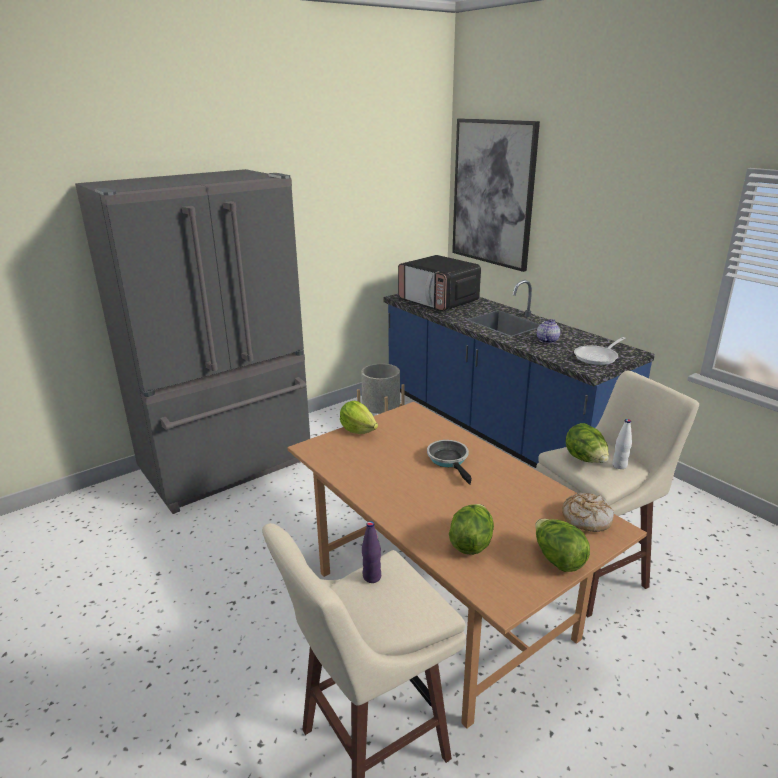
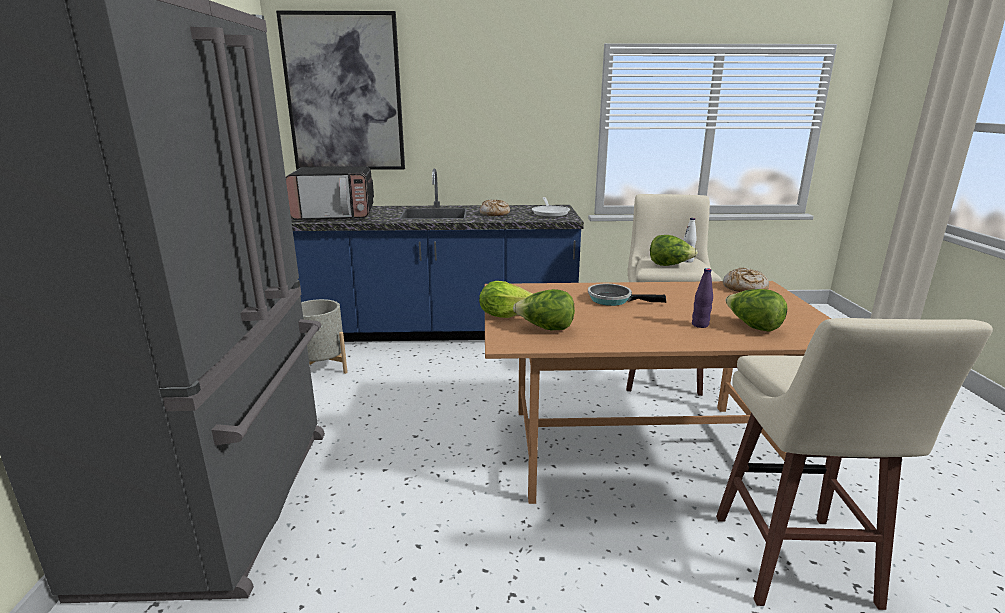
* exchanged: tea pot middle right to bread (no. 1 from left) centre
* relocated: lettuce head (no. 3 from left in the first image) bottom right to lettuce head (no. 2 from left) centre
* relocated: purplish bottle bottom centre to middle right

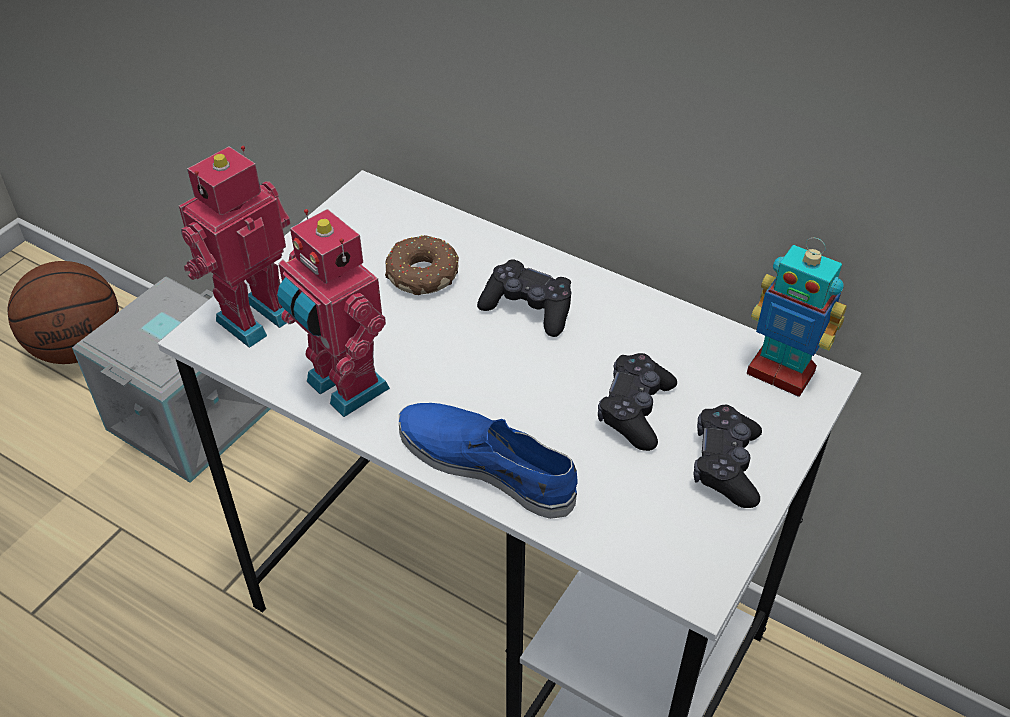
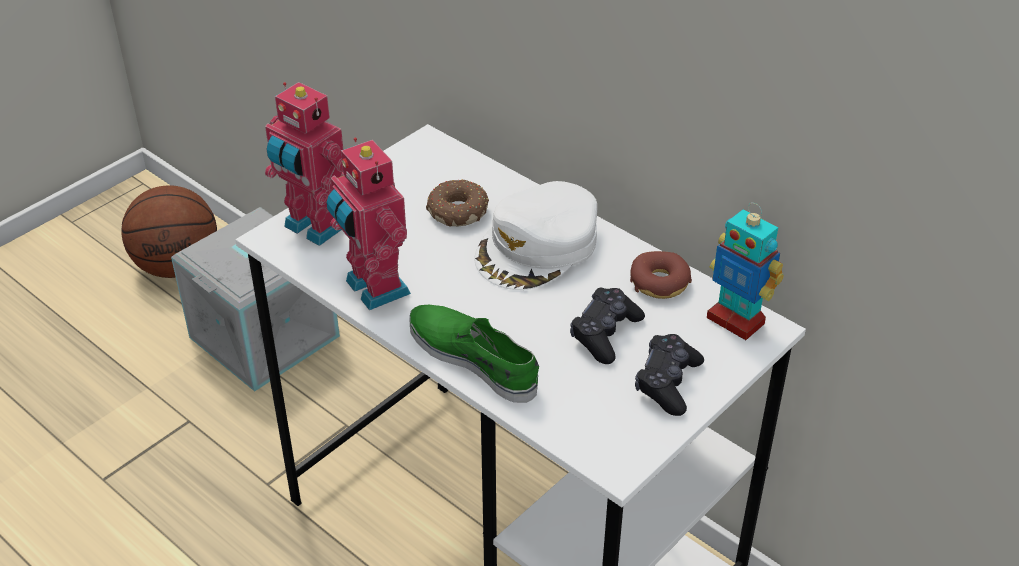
* spun: toy robot (no. 1 from left) middle left = top left 105 degrees counterclockwise
* colour: blue-coloured low shoe centre to green-coloured low shoe centre
* exchanged: blackish joypad (no. 1 from left) centre to white cap centre
* appeared: doughnut (no. 2 from left) centre

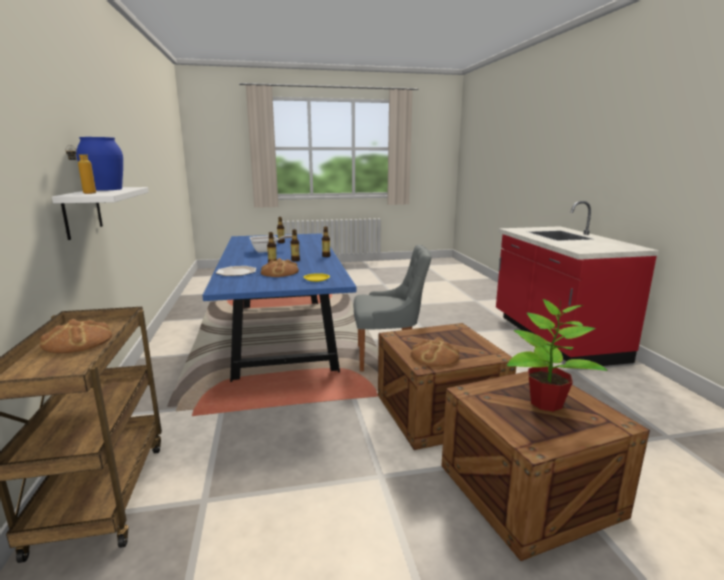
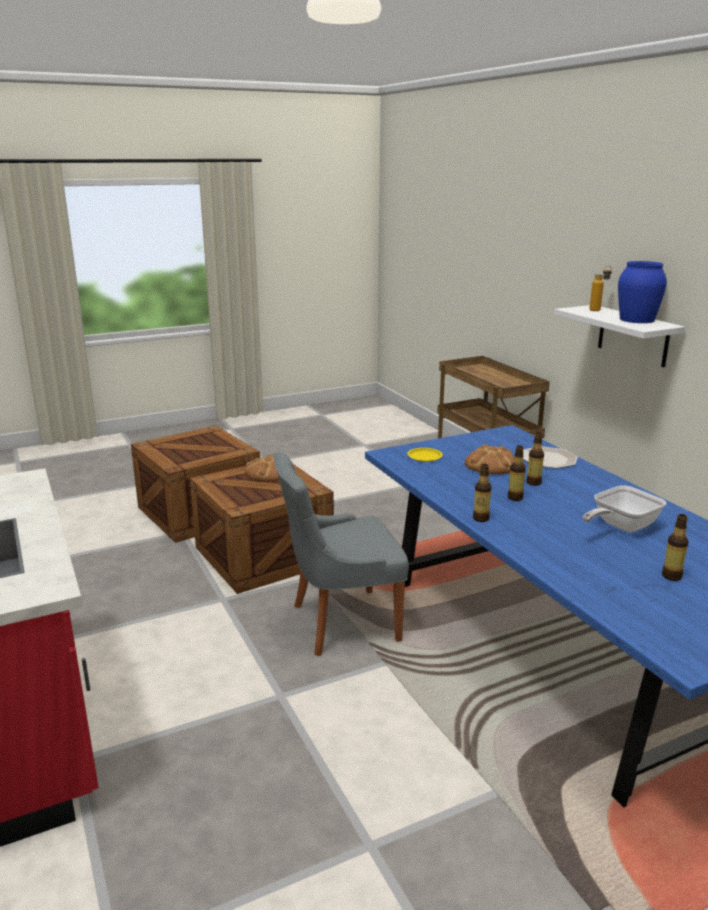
* missing: bread (no. 1 from left) middle left
* missing: plant in a pot middle right

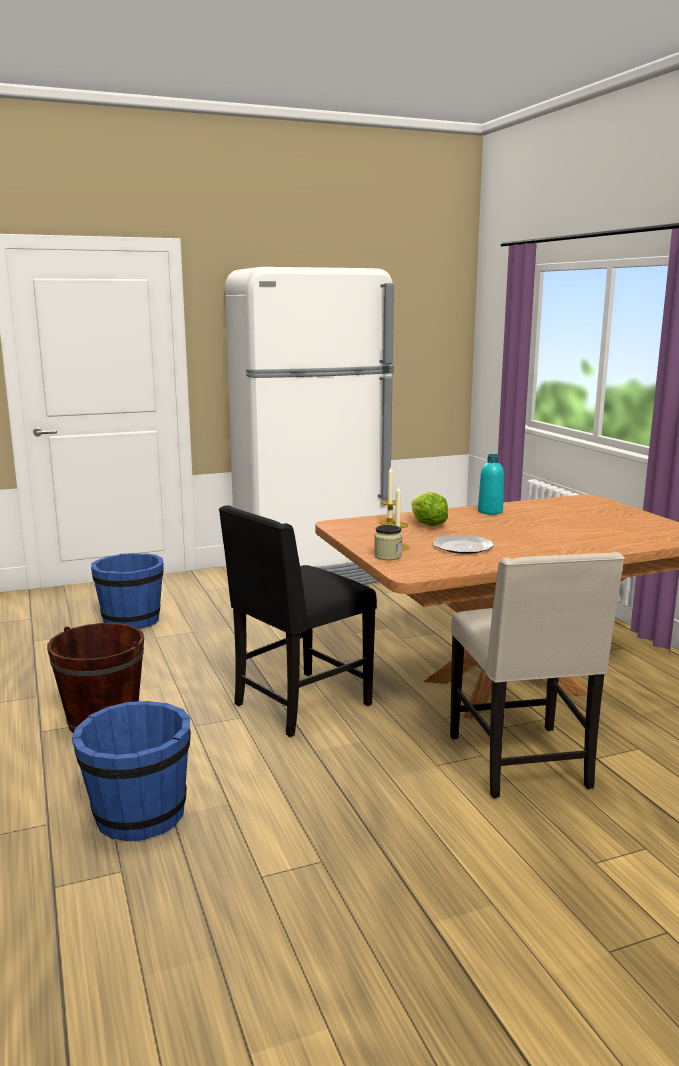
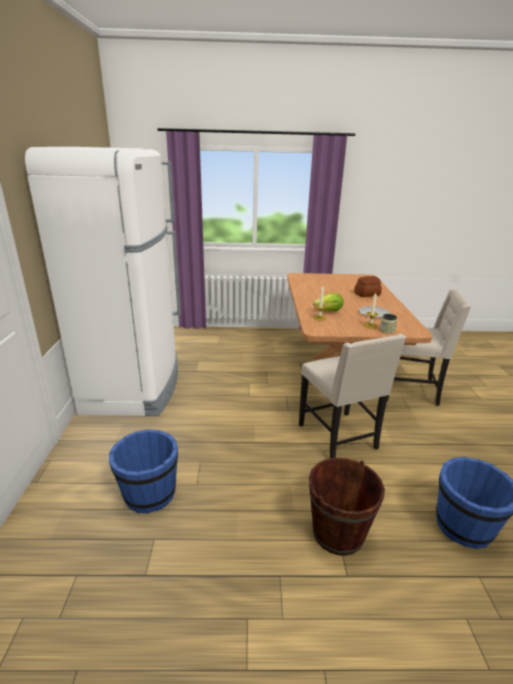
* colour: blackish upright chair centre to sand-coloured upright chair (no. 1 from left) middle right
* appeared: bread middle right
* missing: turquoise bottle middle right

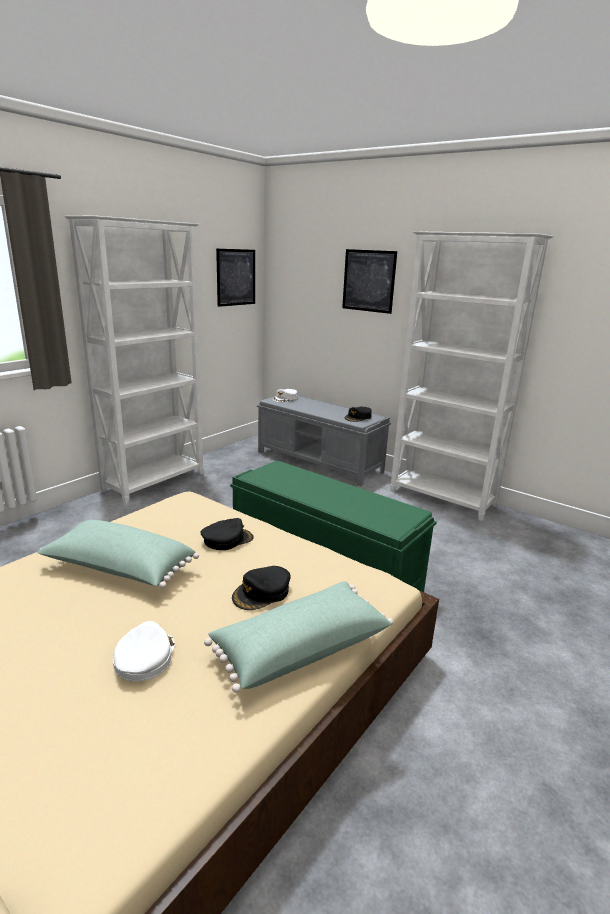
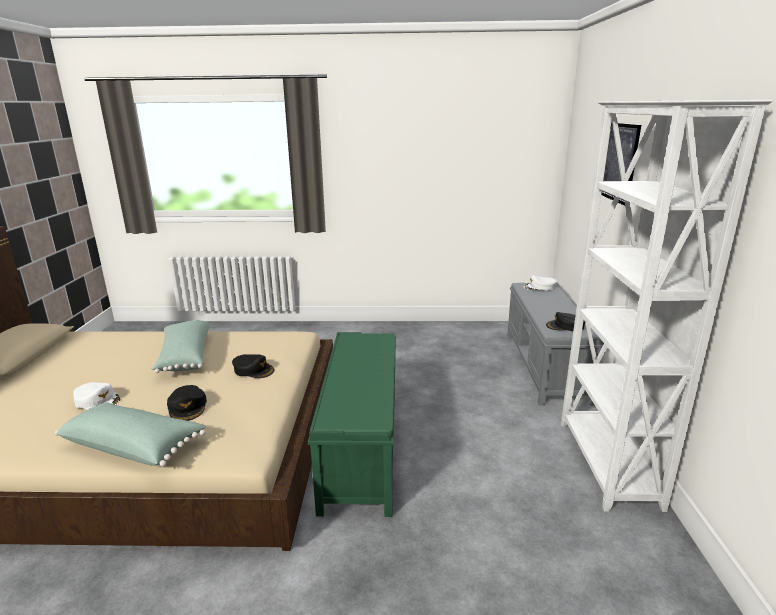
* spun: white cap (no. 1 from left) bottom left = middle left 60 degrees clockwise
* spun: blackish cap (no. 2 from left in the first image) centre = middle left 120 degrees counterclockwise
* missing: white bookshelf (no. 1 from left) middle left
* missing: wall picture (no. 1 from left) top centre

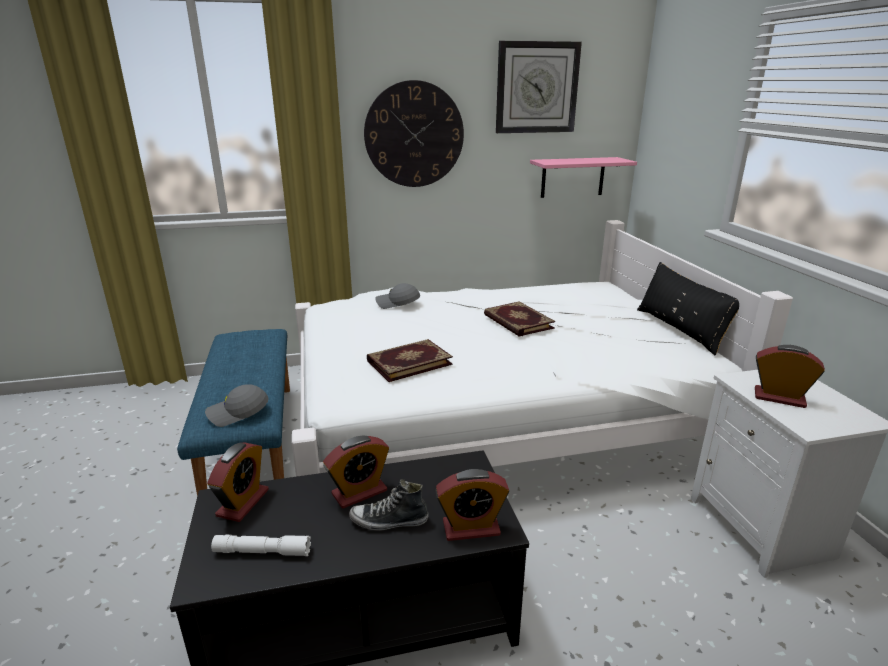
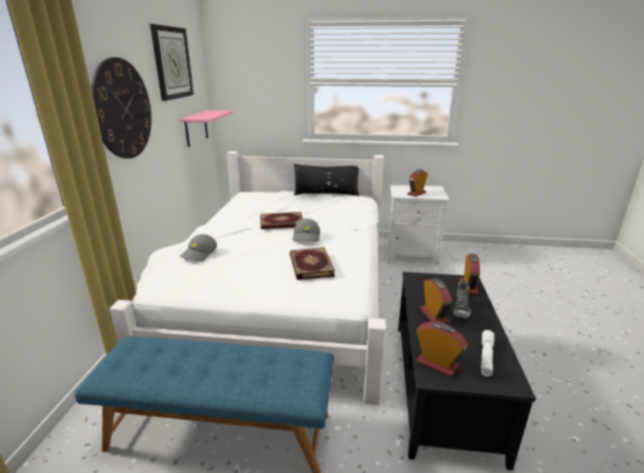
* relocated: gray cap (no. 1 from left in the first image) middle left to gray cap (no. 2 from left) centre

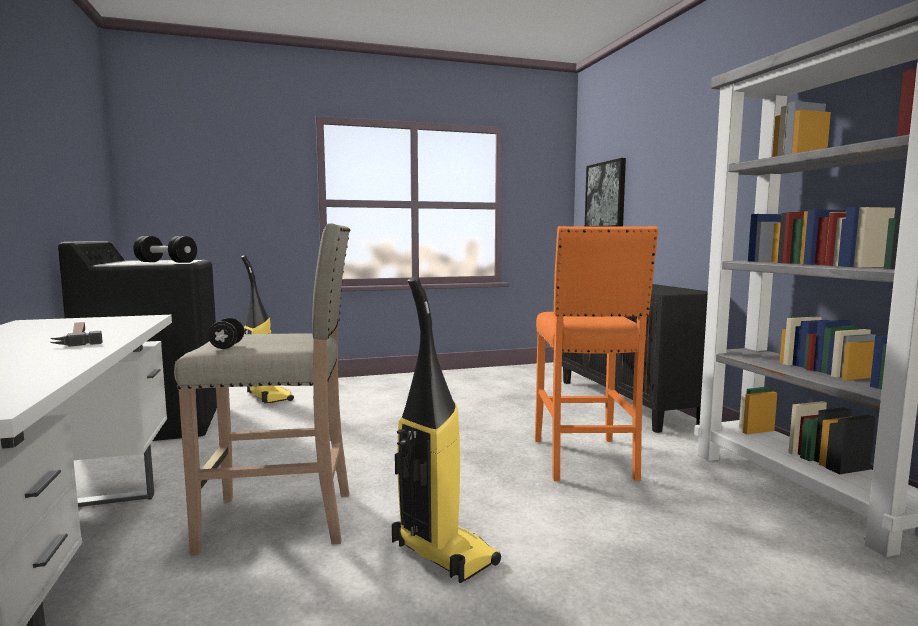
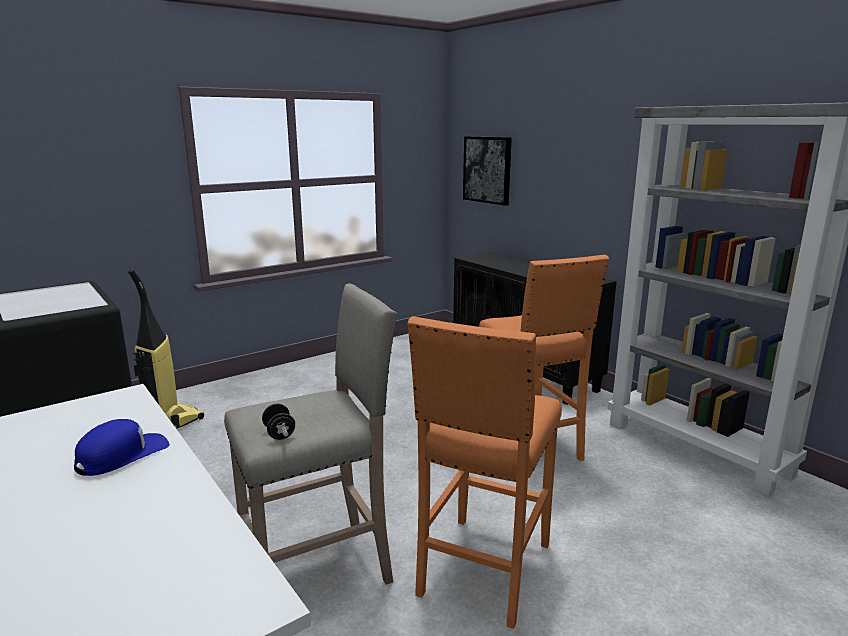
* exchanged: hand hammer middle left to blue-coloured cap bottom left
* exchanged: vacuum (no. 2 from left) bottom centre to orange stool (no. 1 from left) bottom centre
* missing: blackish hand weight (no. 1 from left) middle left

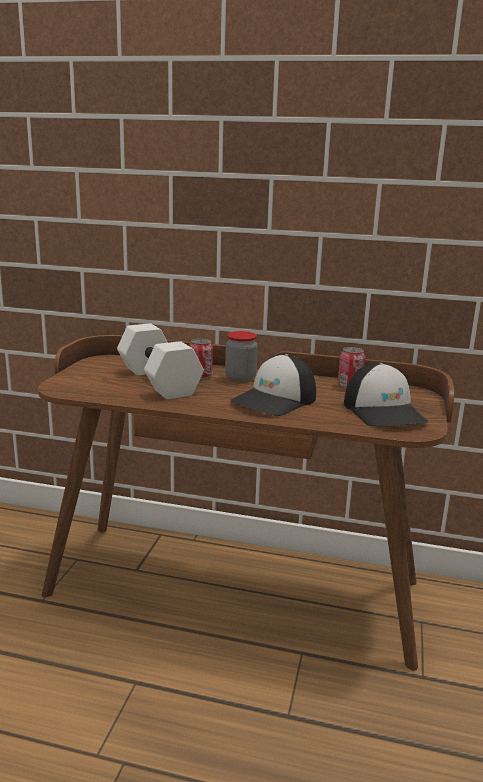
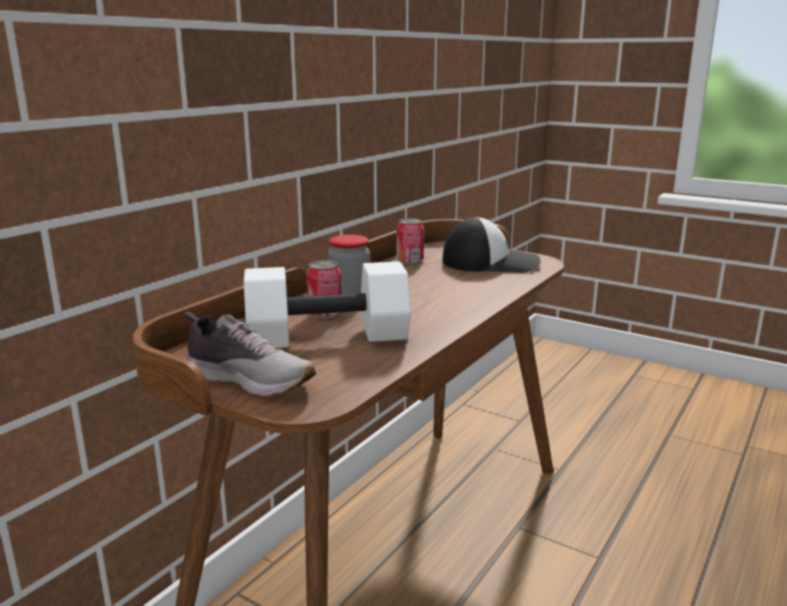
* appeared: low shoe middle left
* missing: cap (no. 1 from left) centre

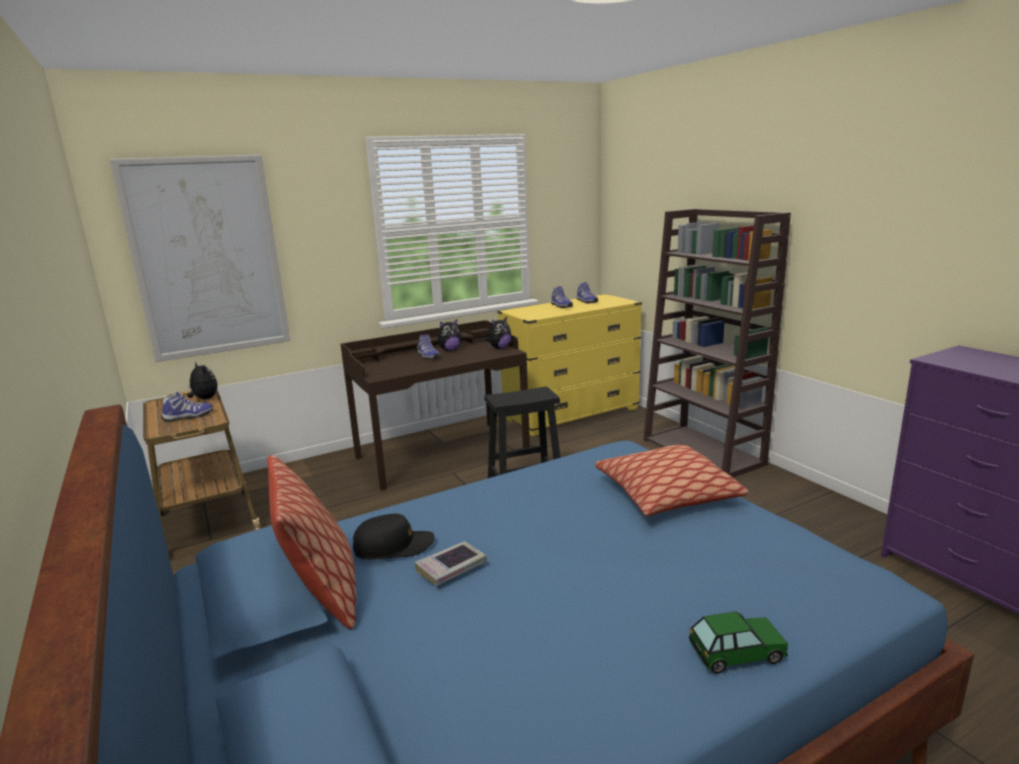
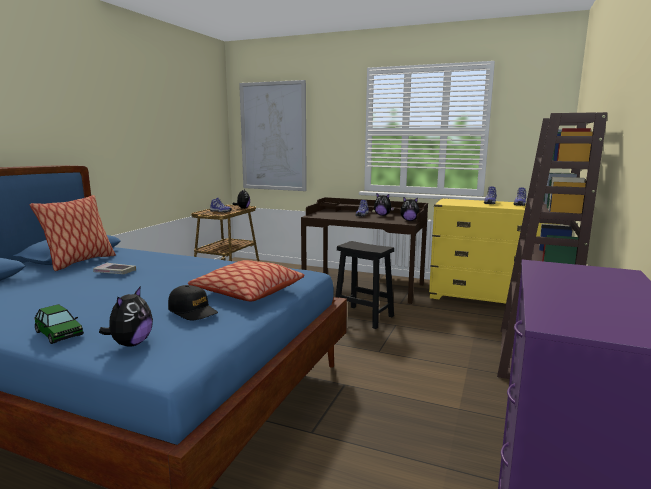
* appeared: cuddly toy (no. 1 from left) middle left
* relocated: blackish cap bottom centre to middle left

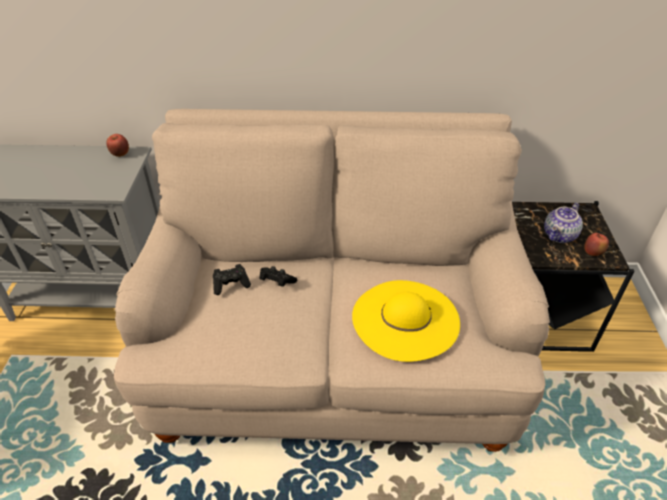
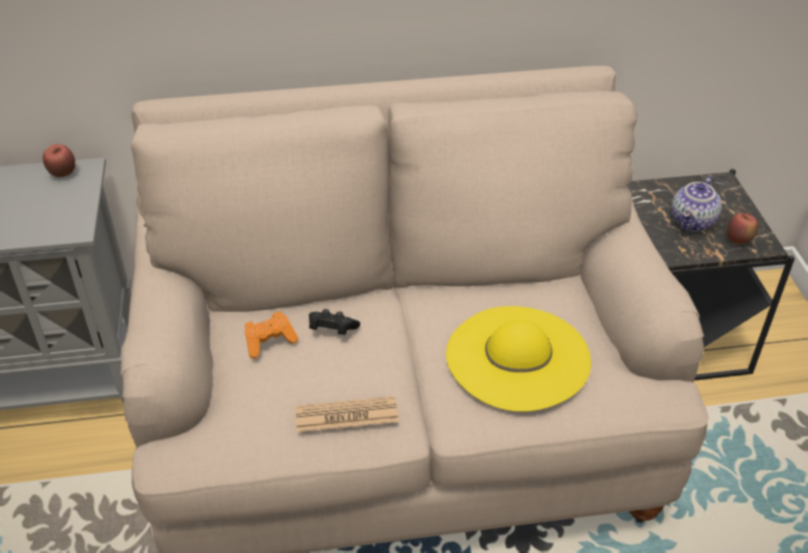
* colour: blackish joypad (no. 1 from left) centre to orange joypad centre
* appeared: printed paper bottom centre

